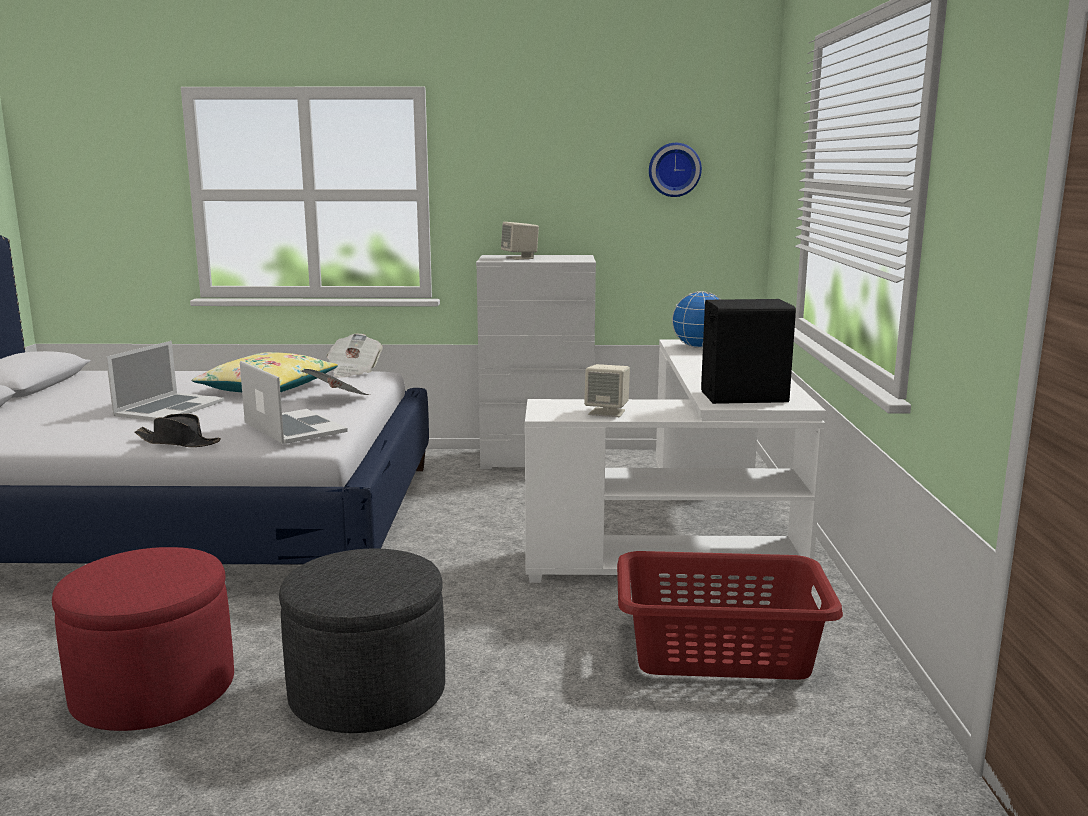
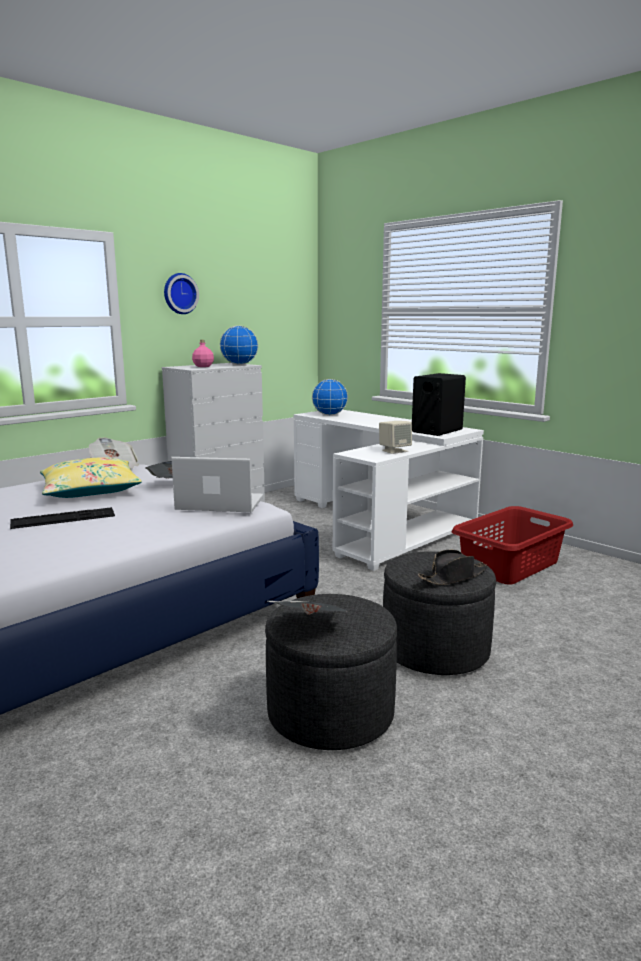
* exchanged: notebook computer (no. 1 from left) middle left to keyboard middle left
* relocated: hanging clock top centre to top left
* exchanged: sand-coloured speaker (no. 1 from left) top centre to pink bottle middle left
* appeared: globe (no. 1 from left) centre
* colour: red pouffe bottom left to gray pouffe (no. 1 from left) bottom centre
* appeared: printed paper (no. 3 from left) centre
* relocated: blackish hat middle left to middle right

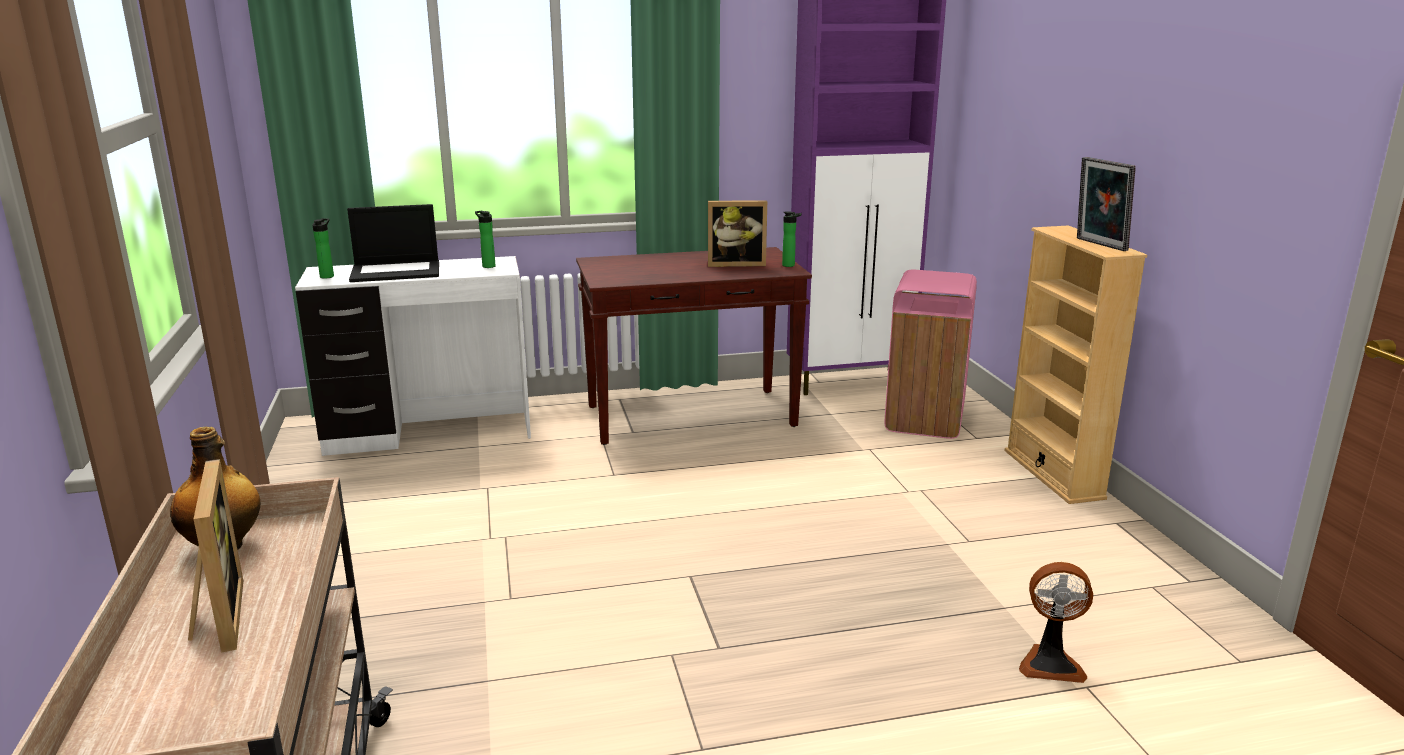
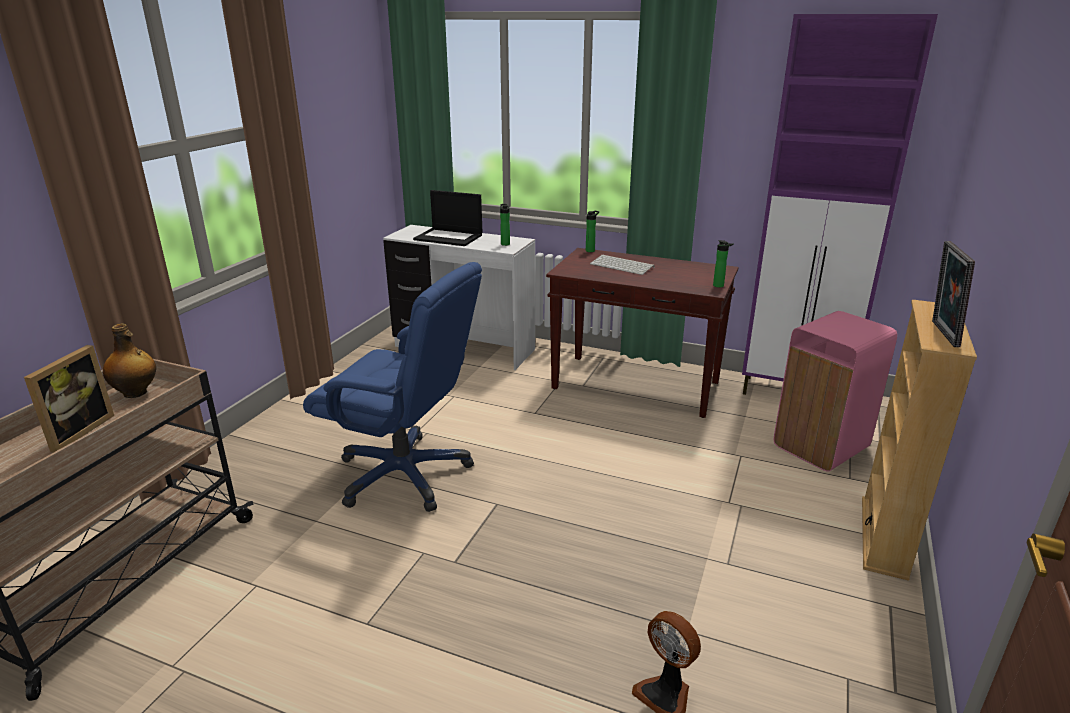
* appeared: blue-coloured computer chair centre
* relocated: bottle (no. 2 from left in the first image) top left to bottle (no. 3 from left) top centre
* appeared: keyboard centre
* missing: picture frame (no. 2 from left) top centre

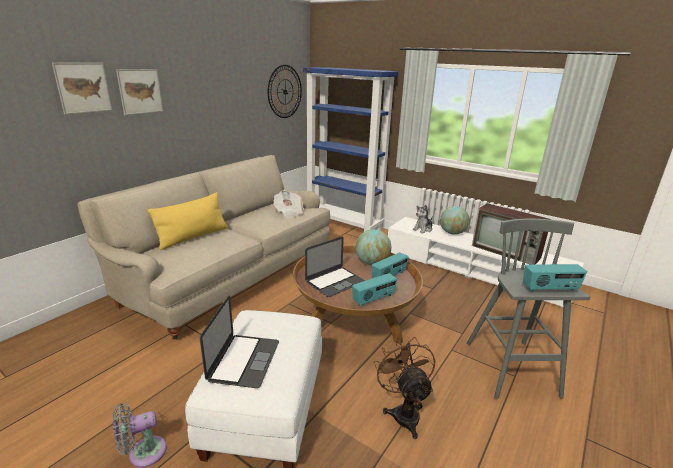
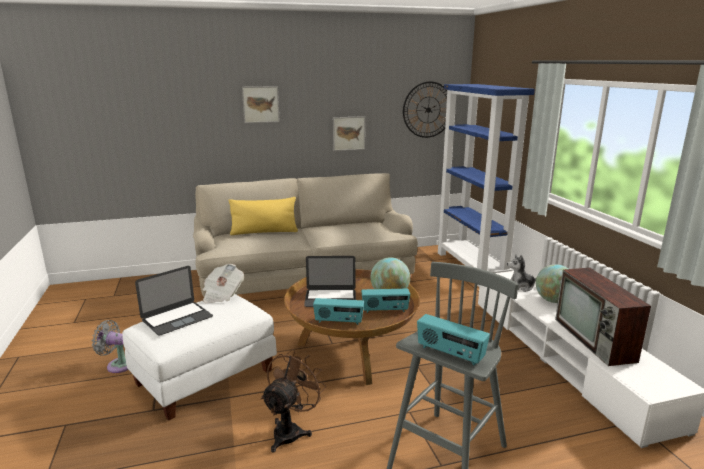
* relocated: printed paper centre to middle left
* relocated: wall picture (no. 1 from left in the first image) top left to wall picture (no. 2 from left) top centre

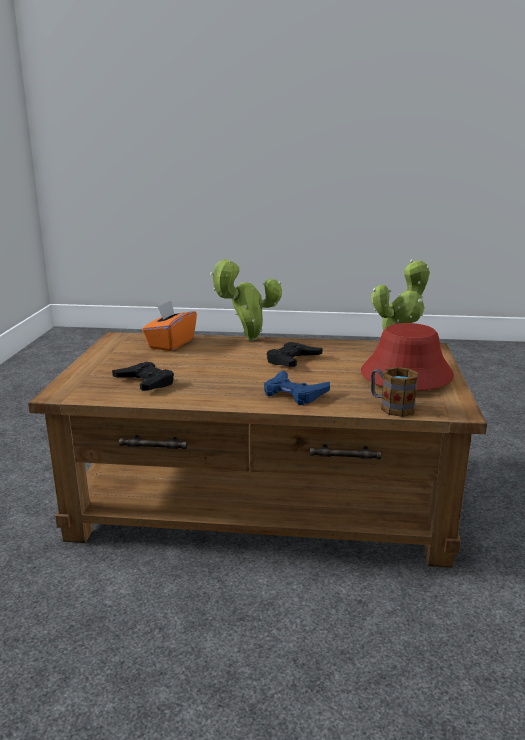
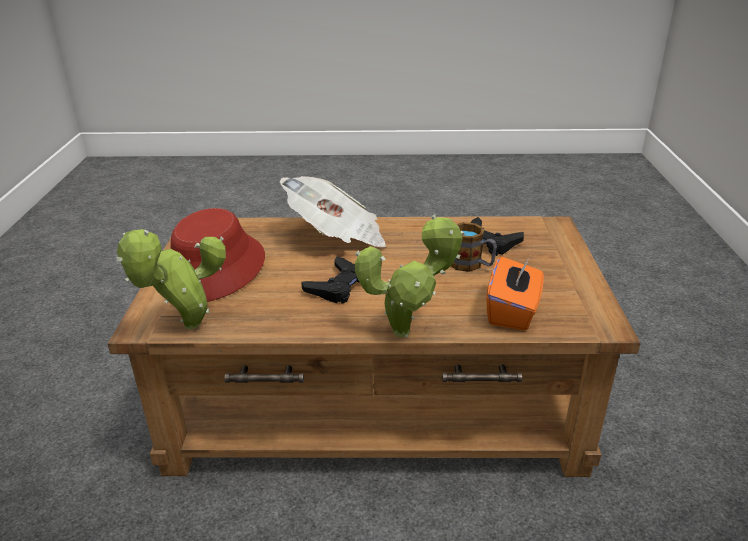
* exchanged: blue-coloured joypad centre to printed paper centre
* relocated: mug middle right to centre

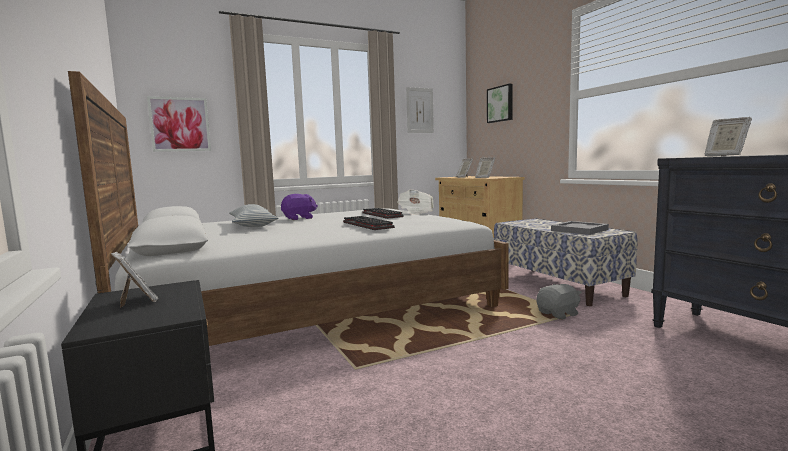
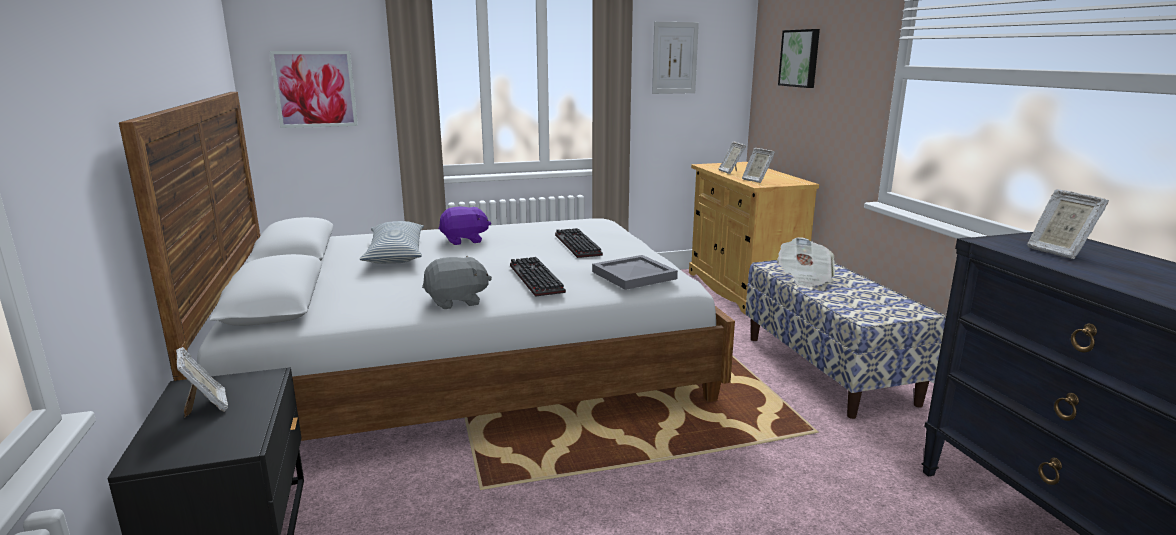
* relocated: gray cuddly toy bottom right to centre
* relocated: gray serving tray middle right to centre
* relocated: printed paper centre to middle right

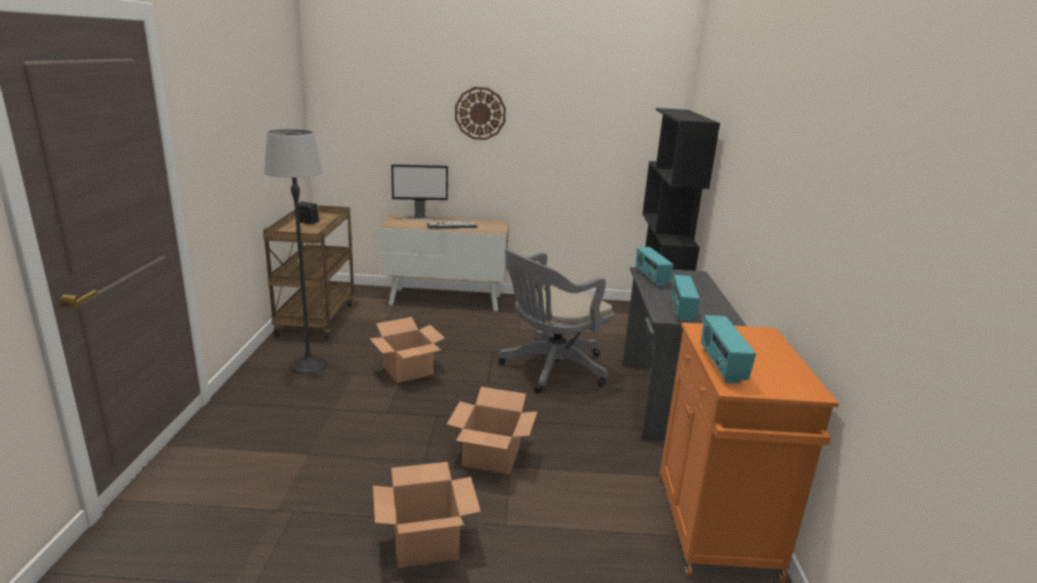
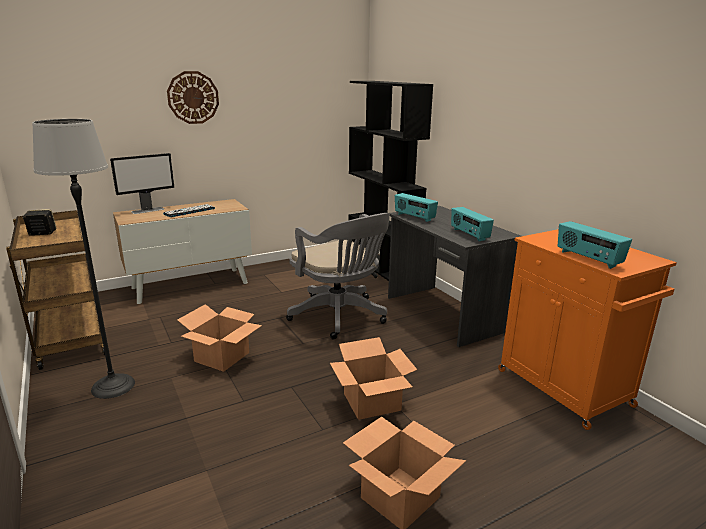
* spun: gray computer chair centre = centre 60 degrees counterclockwise

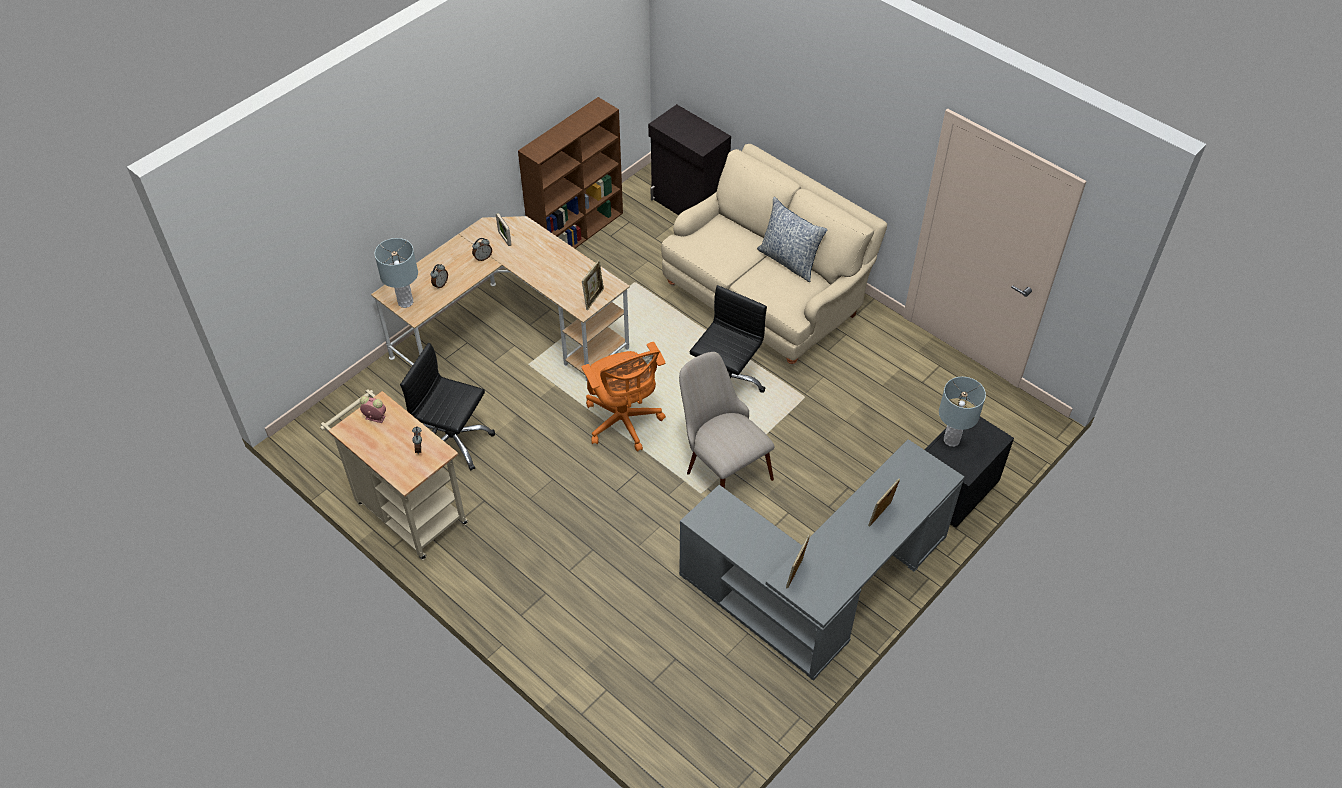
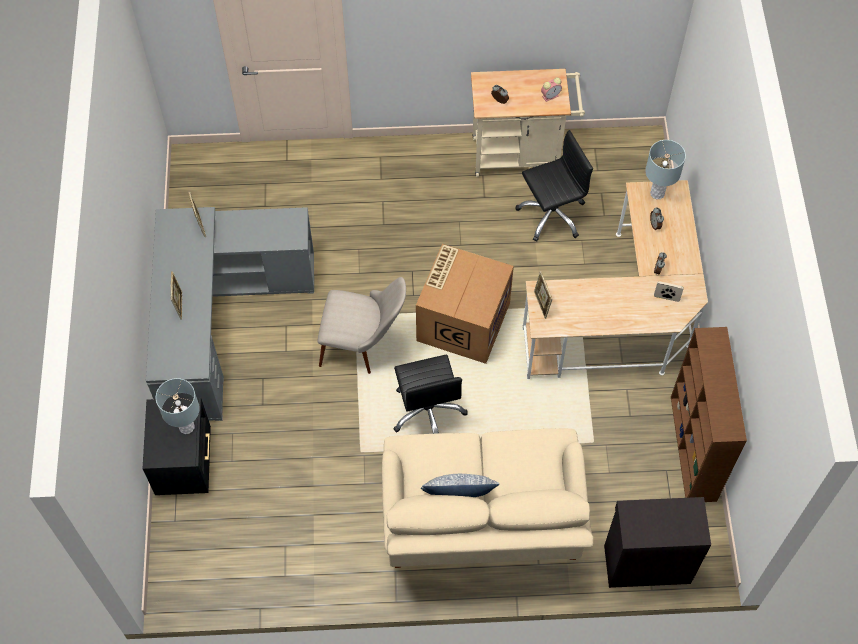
* exchanged: orange computer chair centre to packing box centre

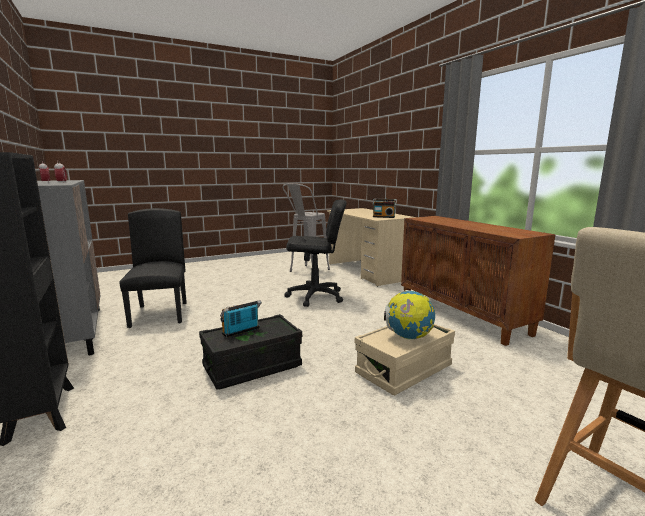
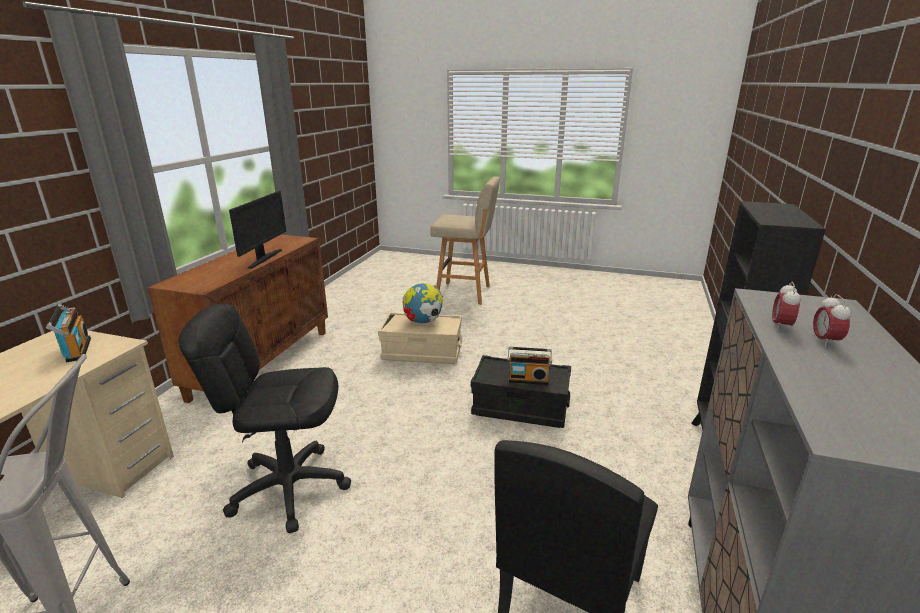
* spun: blackish computer chair centre = bottom left 45 degrees counterclockwise
* appeared: computer display middle left

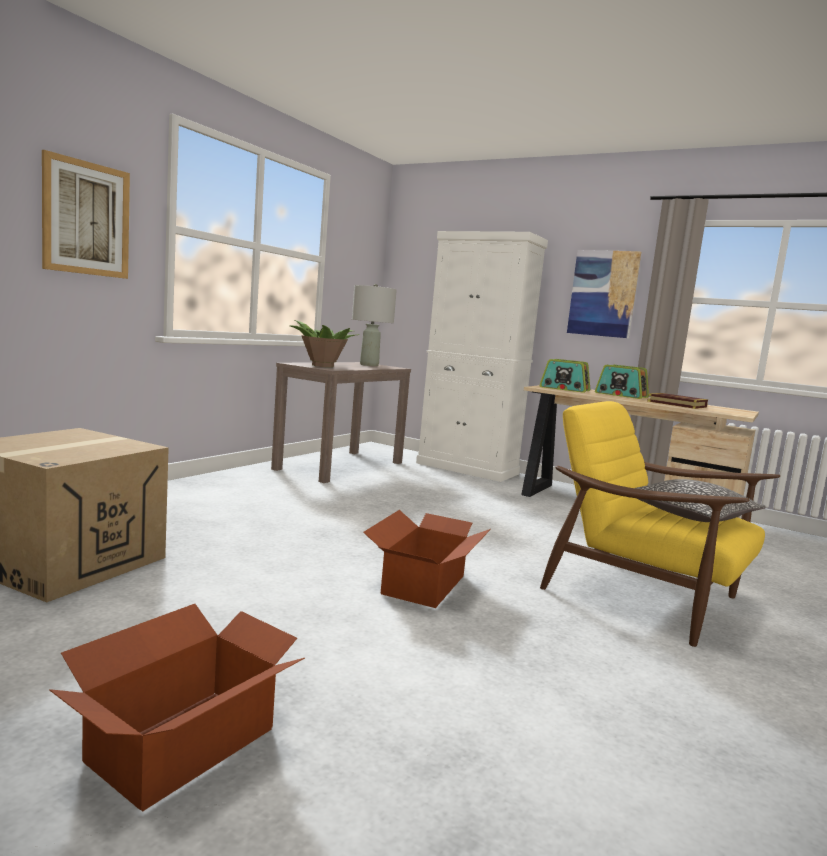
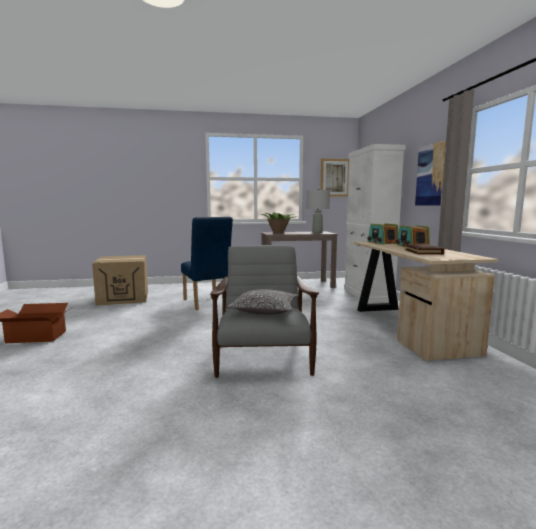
* appeared: blue-coloured upright chair centre
* colour: yellow easy chair middle right to gray easy chair centre
* relocated: wall picture (no. 1 from left) top left to centre
* missing: packing box (no. 3 from left) centre

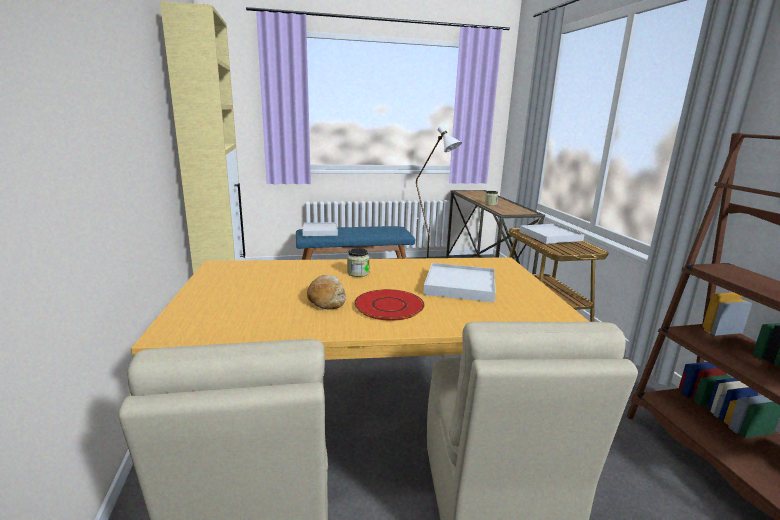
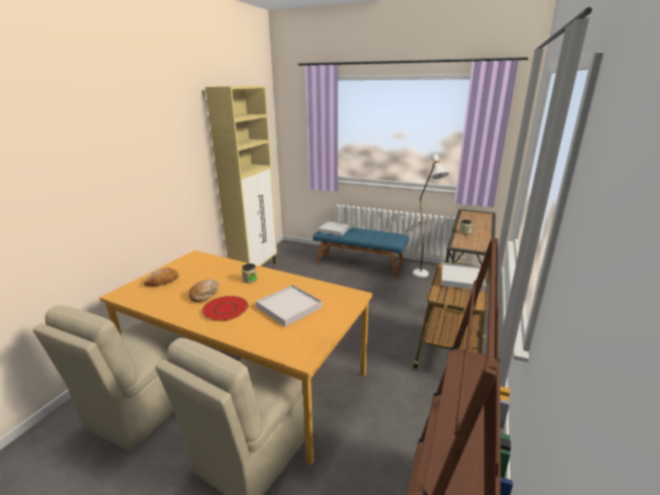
* appeared: bread (no. 1 from left) middle left

